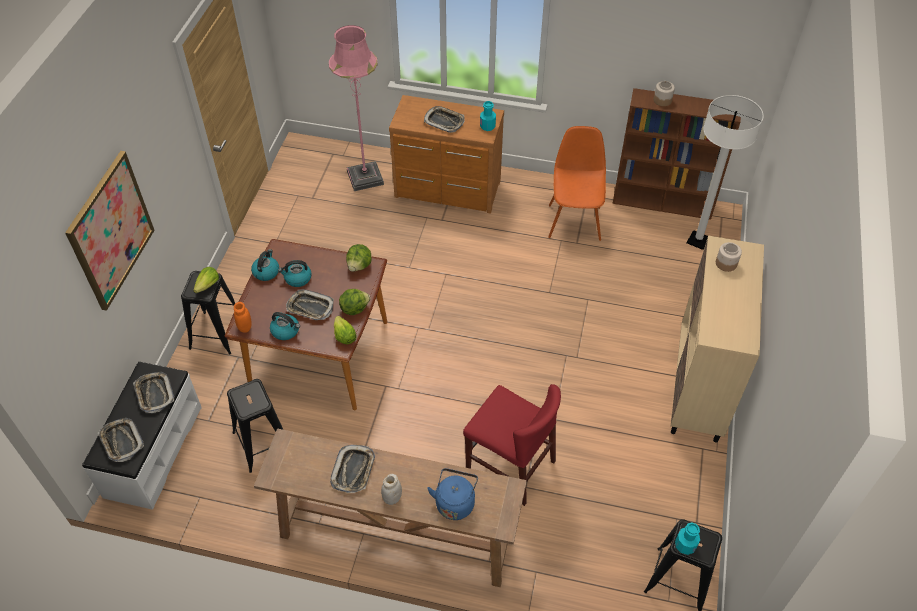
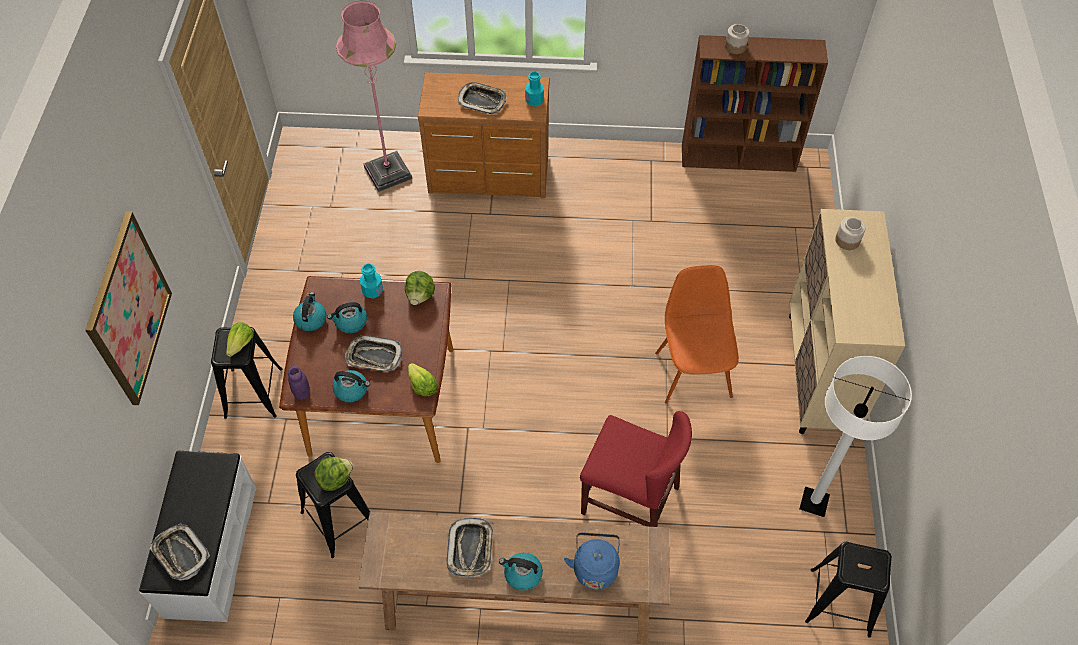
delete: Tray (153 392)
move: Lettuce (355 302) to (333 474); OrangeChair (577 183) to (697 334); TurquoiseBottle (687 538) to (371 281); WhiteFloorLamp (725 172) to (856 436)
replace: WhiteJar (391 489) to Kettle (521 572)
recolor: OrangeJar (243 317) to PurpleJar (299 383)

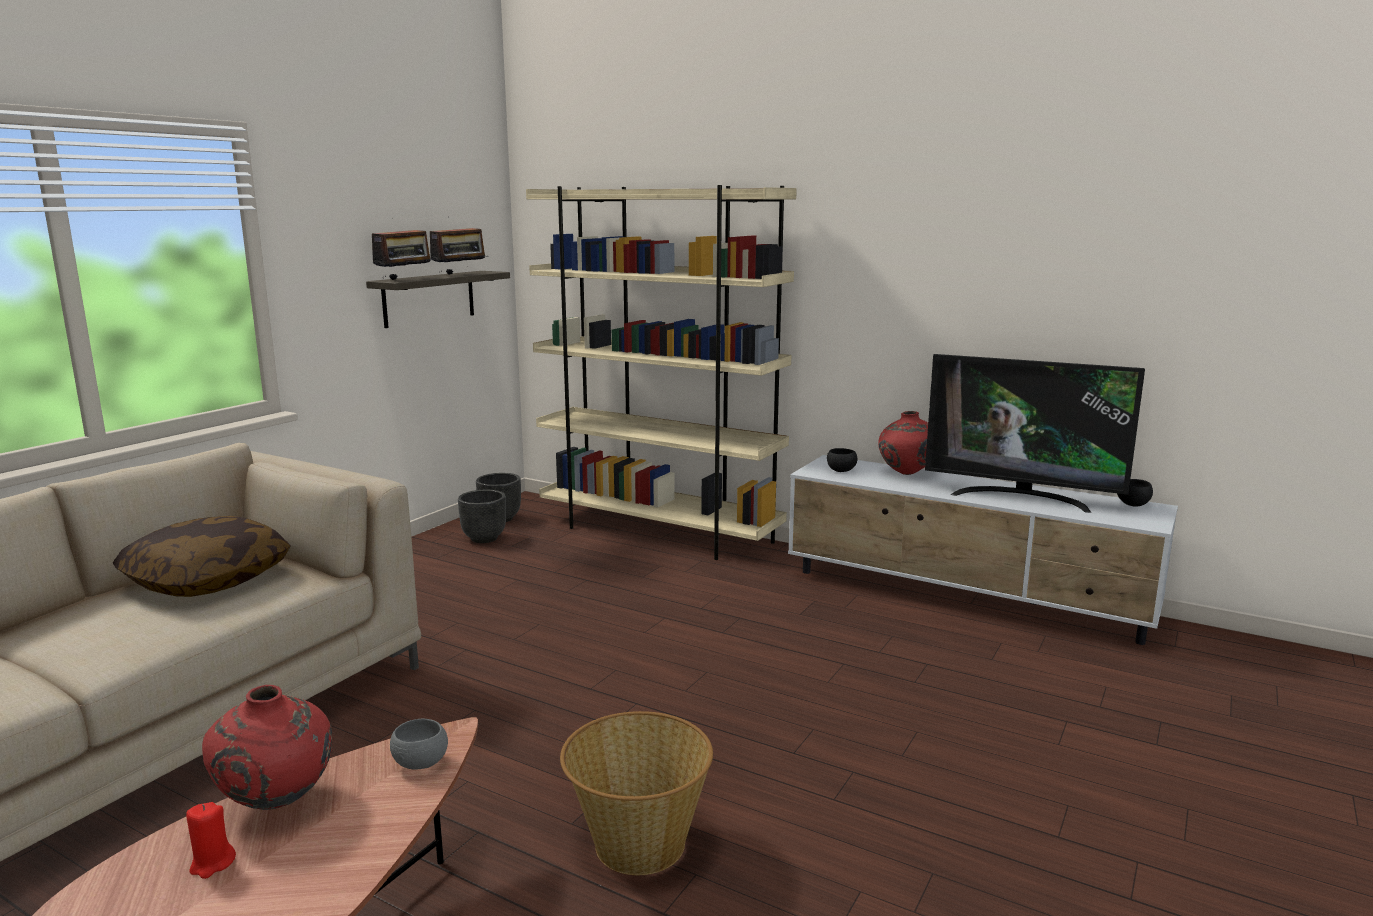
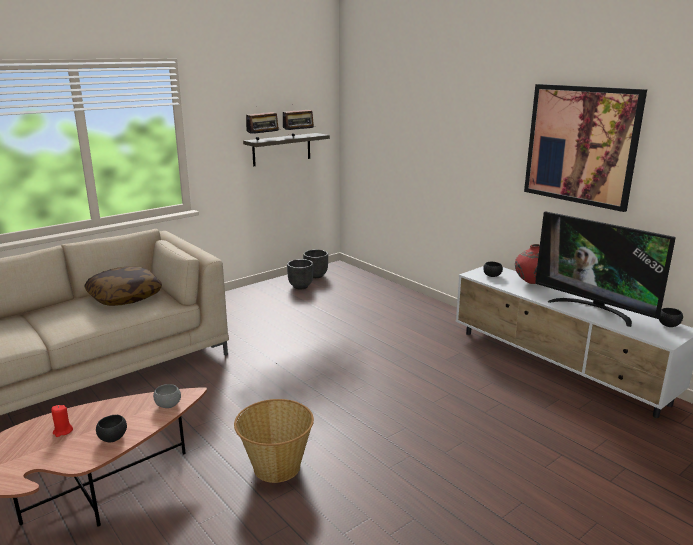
delete: RedVase (267 747); BeigeBookcase (661 372)
insert: BlackBowl (111 428); Picture (585 148)

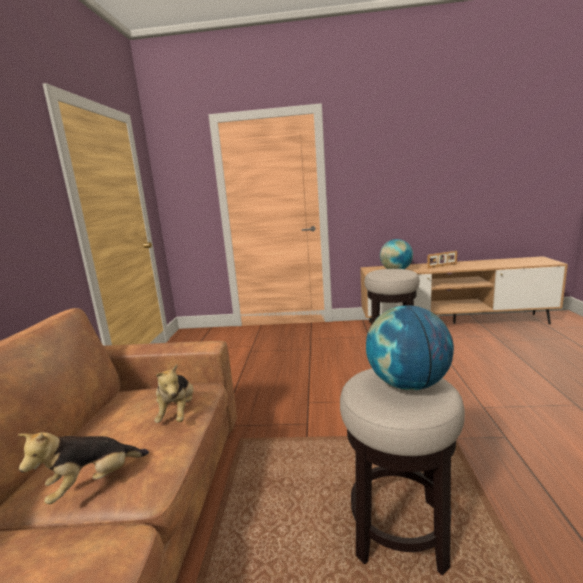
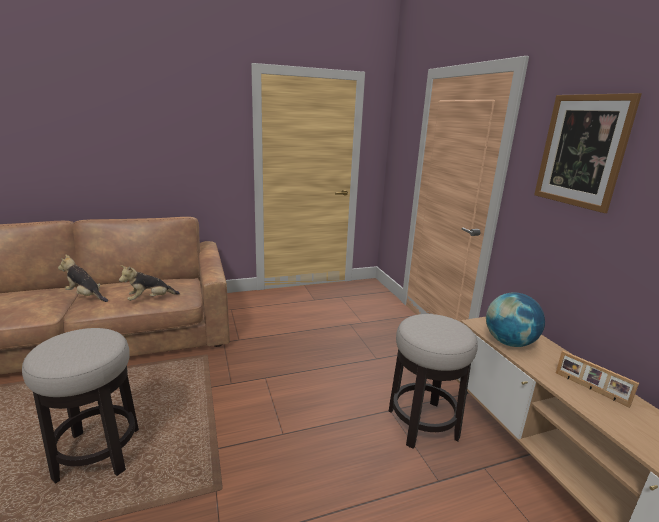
delete: Globe (410 347)
insert: Picture (588 153)

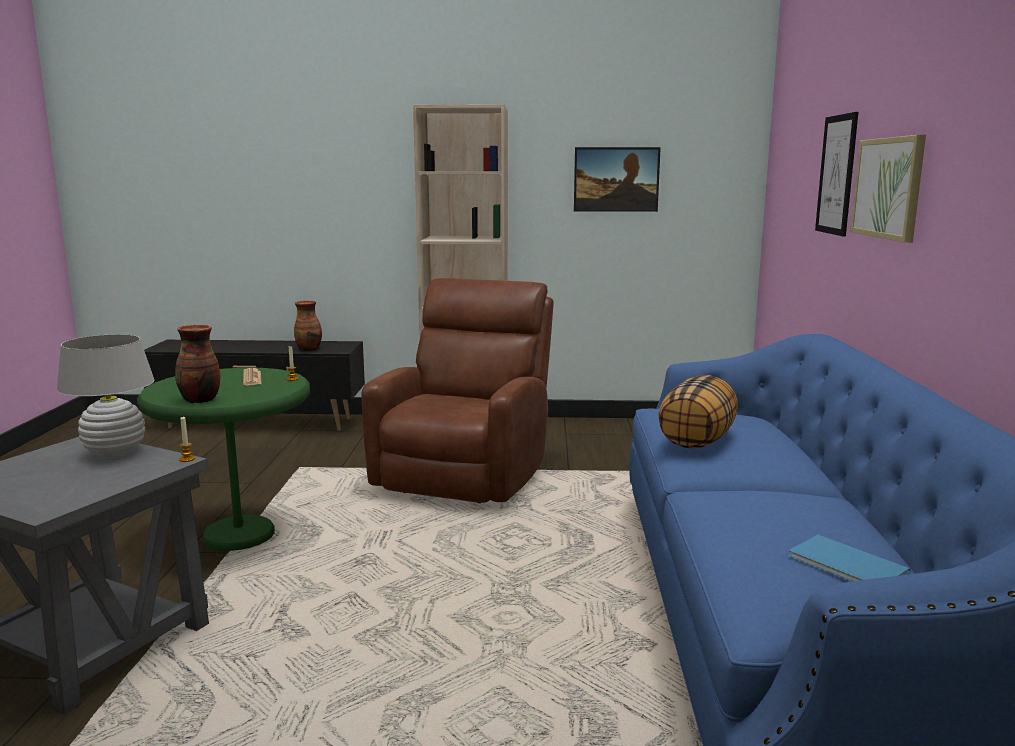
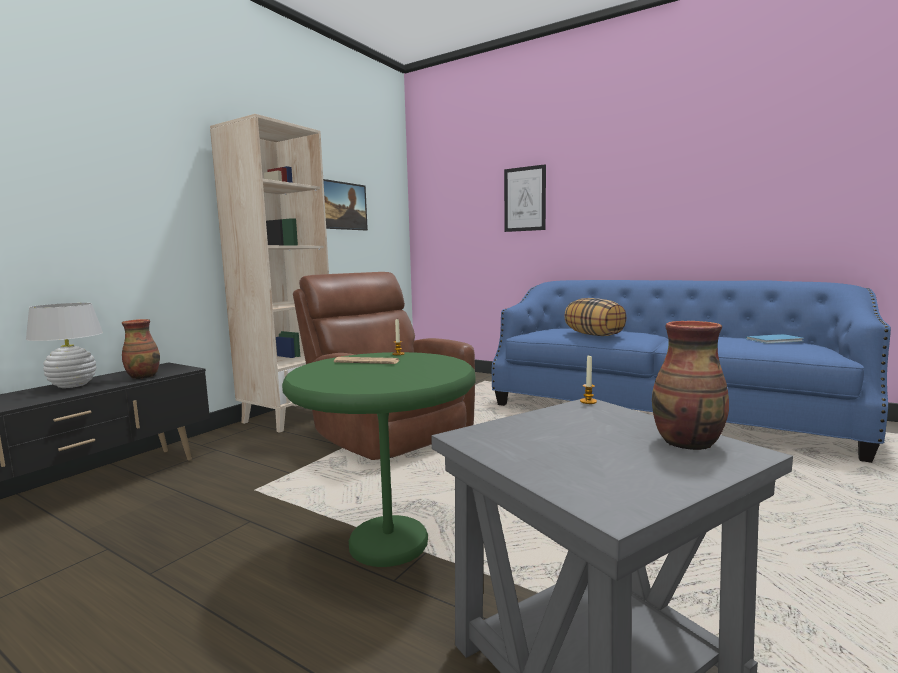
delete: Picture (888 189)
move: WhiteTableLamp (106 396) to (64 345); Vase (197 364) to (690 385)

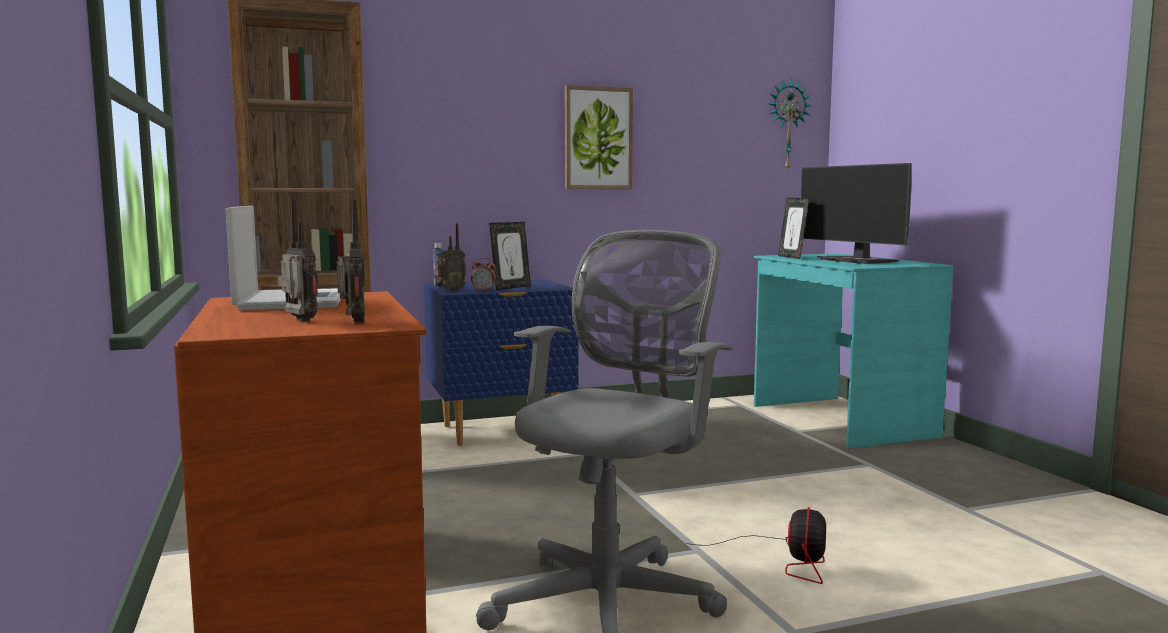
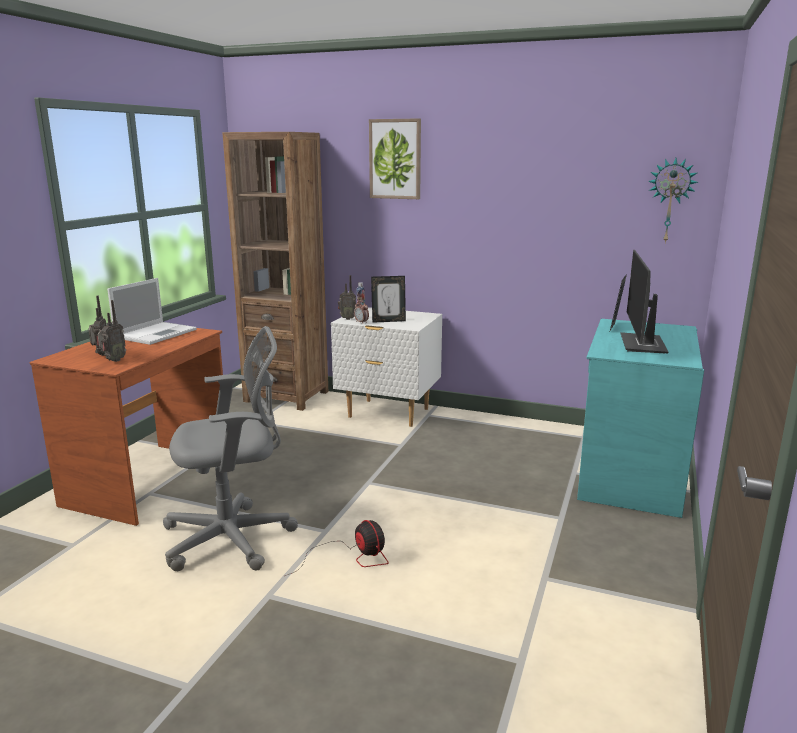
move: Picture (599 137) to (395 159)
recolor: BlueNightstand (501 363) to WhiteNightstand (386 367)
rotate: Fan (756 545) = (337 548) 90 degrees counterclockwise

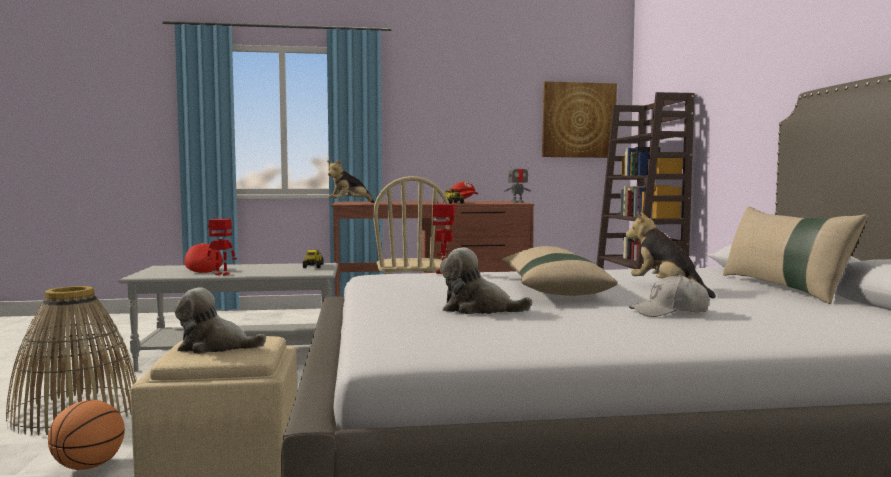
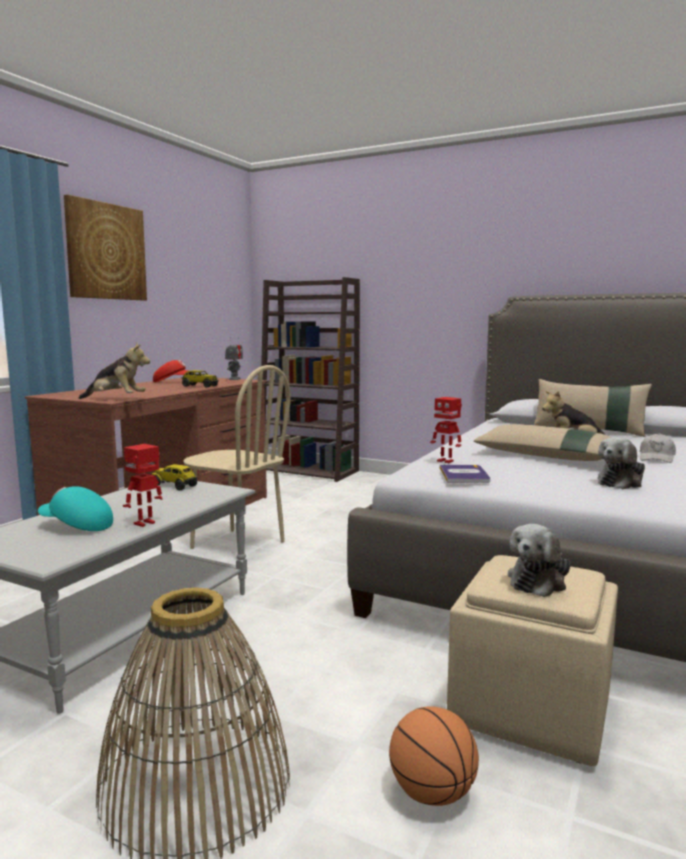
insert: Book (465 474)
move: Picture (579 119) to (105 247)
recolor: RedCap (203 258) to TurquoiseCap (75 508)
rotate: PlushToy (351 181) = (114 371) 75 degrees counterclockwise

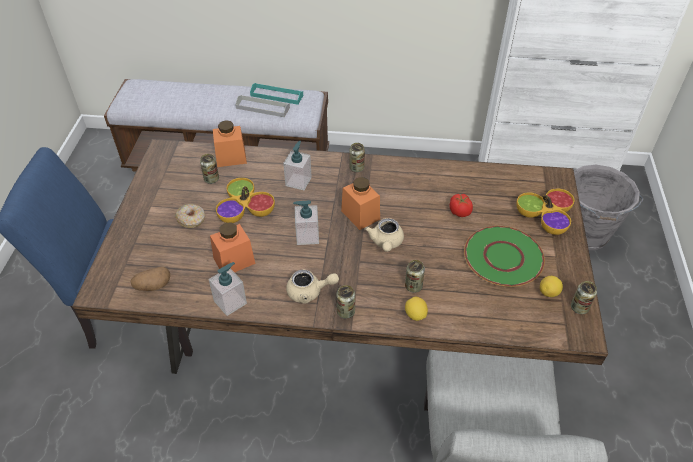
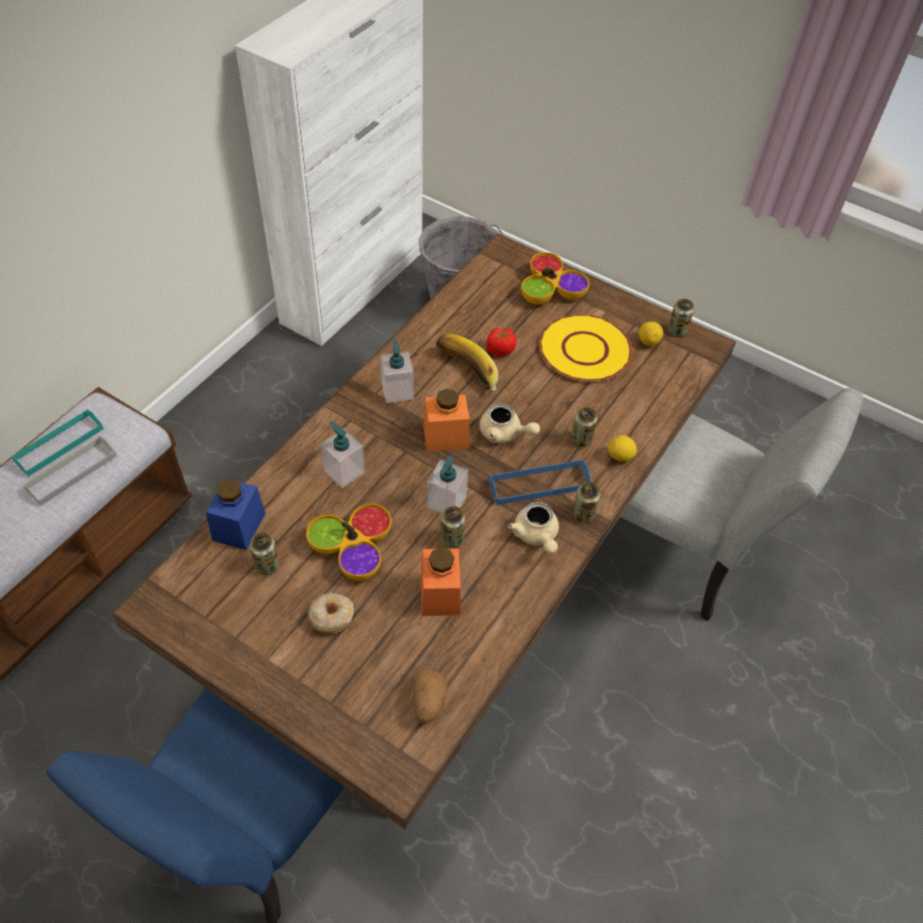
insert: Banana (467 362); BlueTray (540 482)
move: SoapDispenser (228 289) to (397 370); Can (357 157) to (453 527)
recolor: OrangeJar (230 143) to BlueJar (235 514); GreenPlate (504 256) to YellowPlate (585 348)
rotate: BeigeTeapot (312 287) = (533 528) 135 degrees clockwise

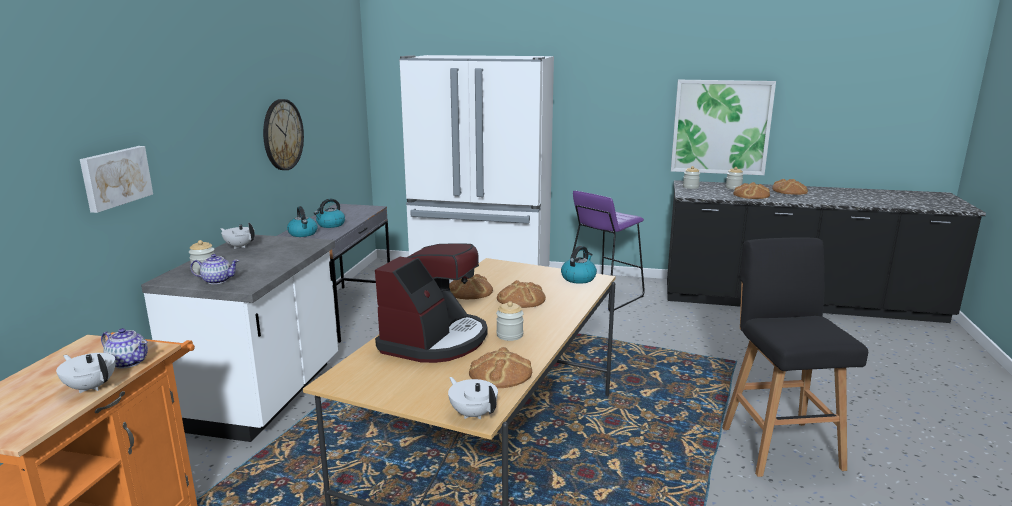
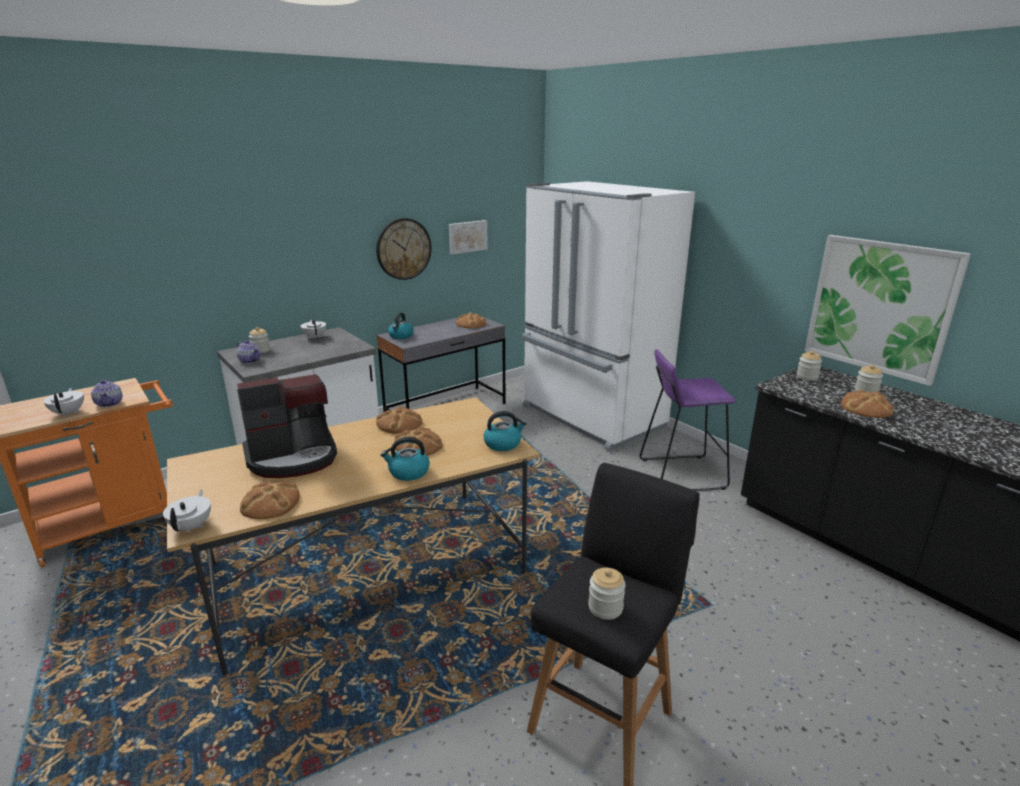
move: Picture (116 179) to (468 237); Kettle (329 213) to (405 459); Jar (510 321) to (607 594); Bread (790 187) to (471 320)

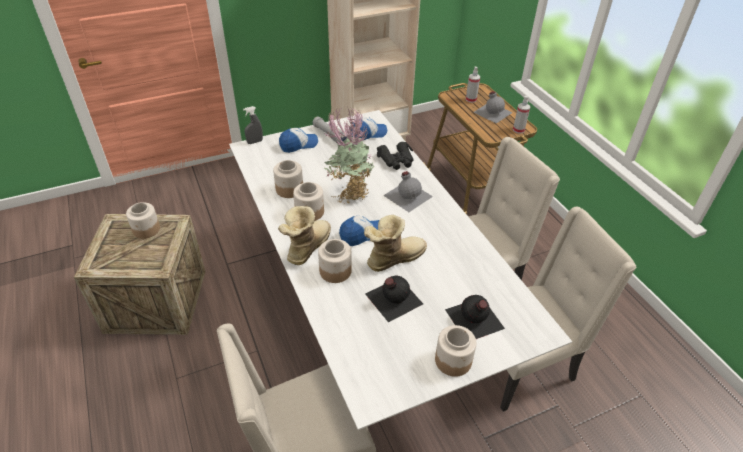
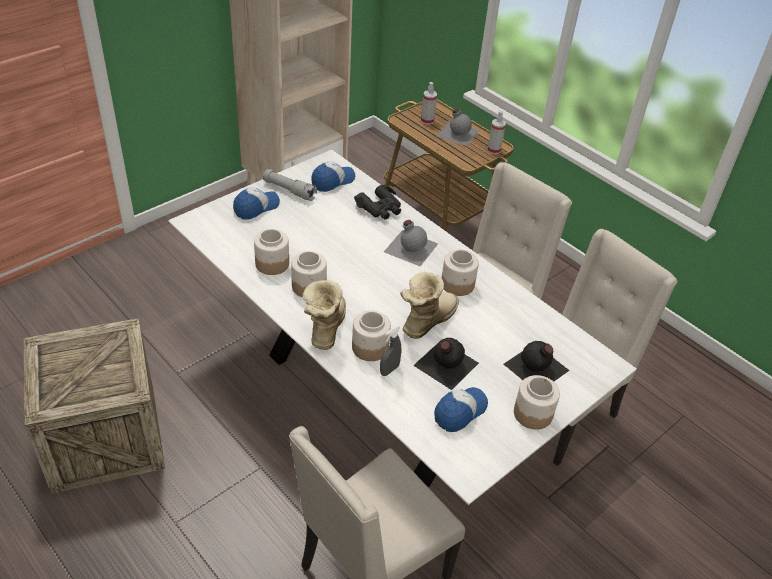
delete: PottedPlant (349 156)
move: Jar (143 220) to (460 273); GreySprayBottle (253 125) to (391 350); Cap (359 231) to (461 409)

